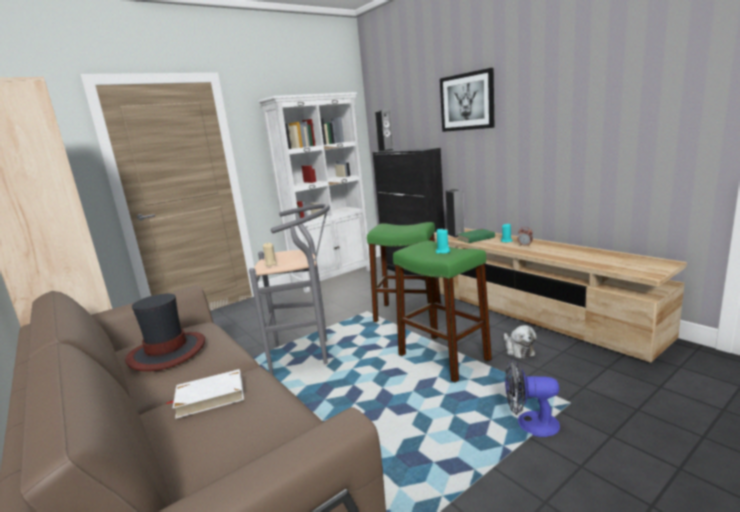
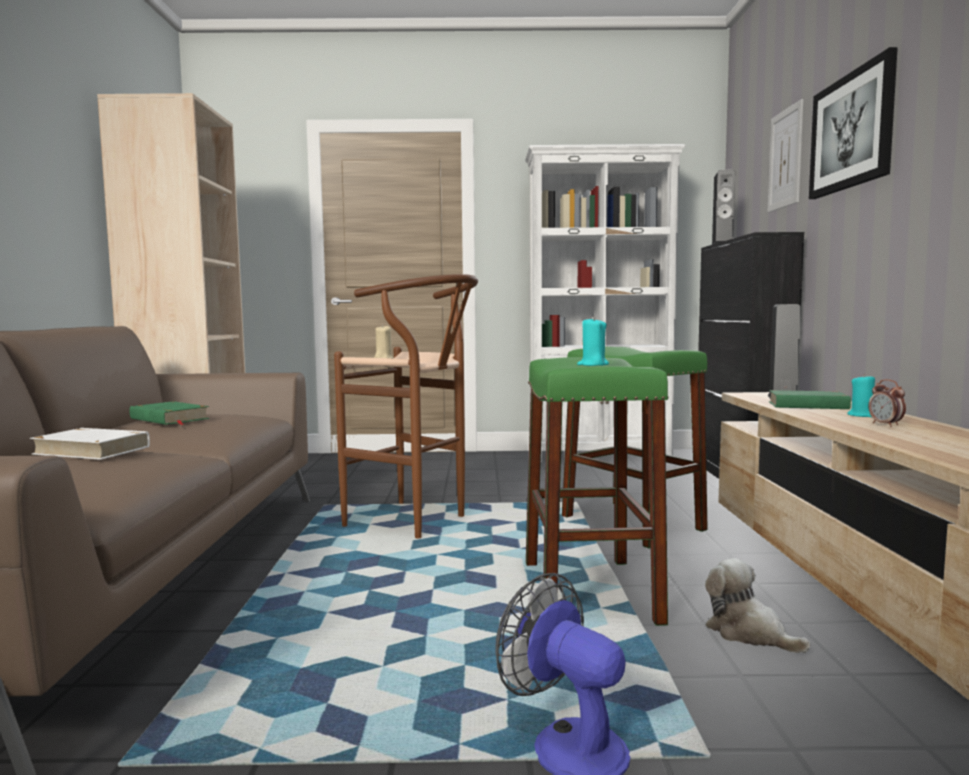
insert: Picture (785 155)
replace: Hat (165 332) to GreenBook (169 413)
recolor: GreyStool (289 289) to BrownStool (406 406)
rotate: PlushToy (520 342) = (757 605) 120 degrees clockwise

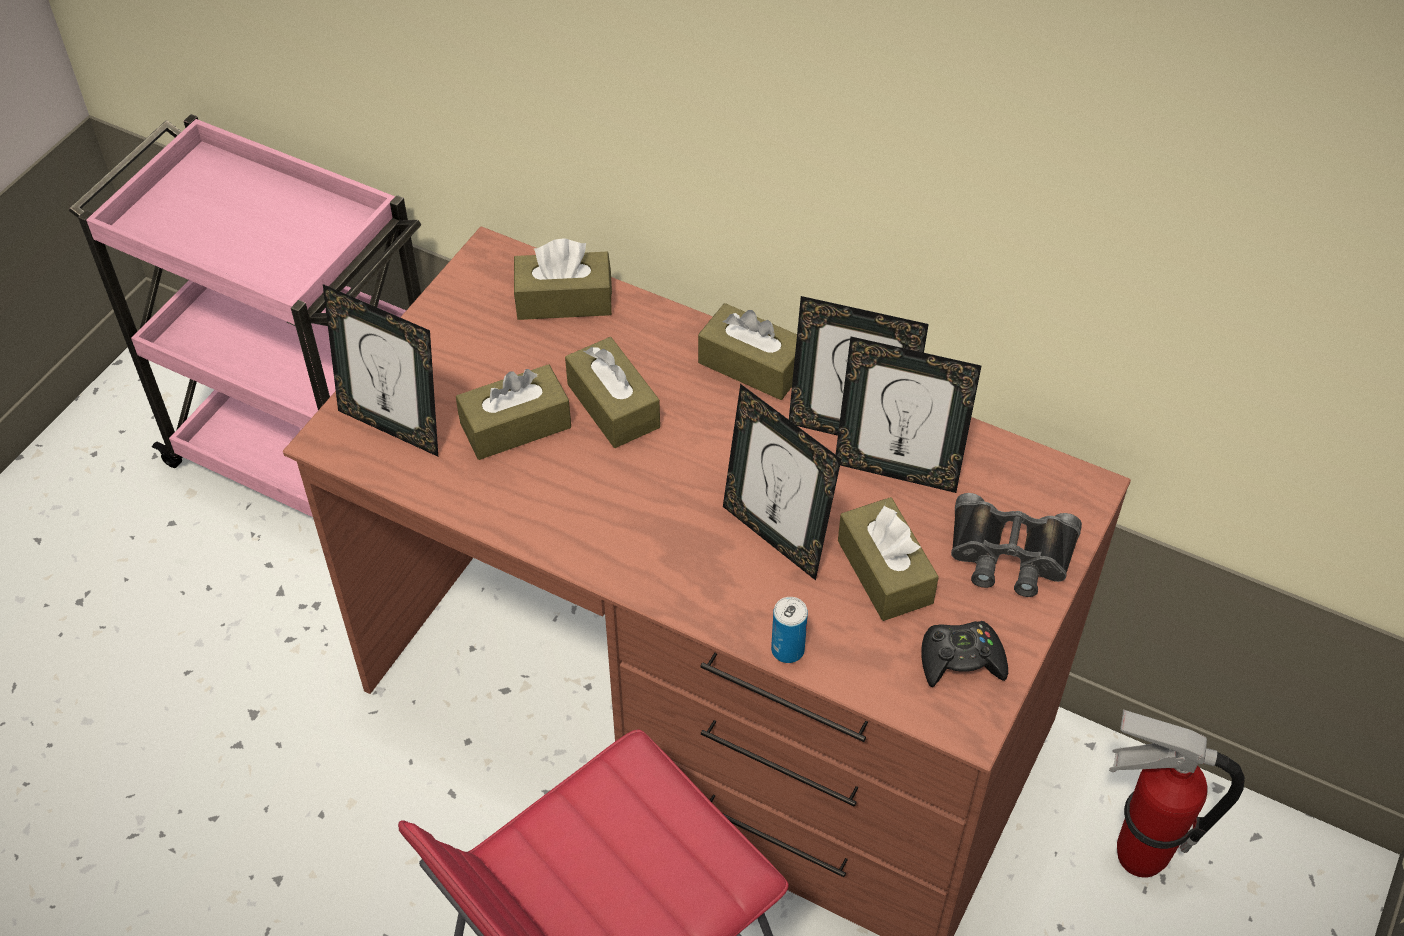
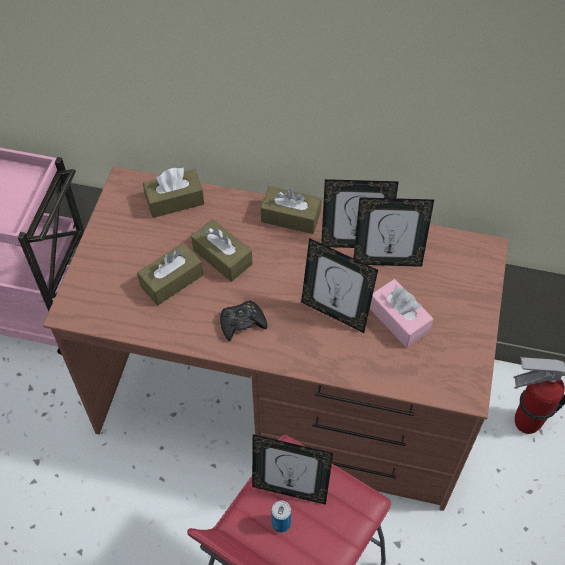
delete: BlackBinoculars (1016 545)
move: PictureFrame (380 370) to (292 469); Can (789 630) to (281 517); BlackGameController (964 654) to (243 320)
recolor: BrownTissueBox (888 559) to PinkTissueBox (401 313)

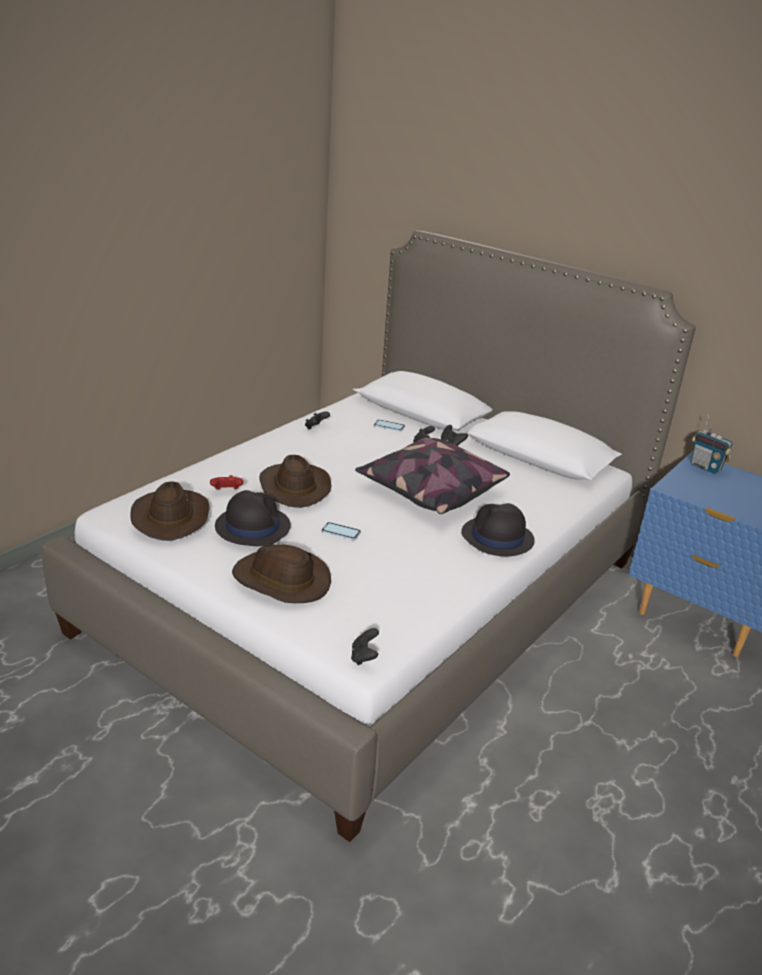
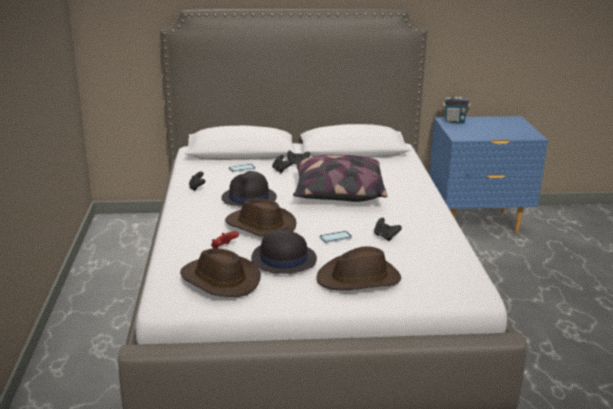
move: BlackGameController (365 646) to (388 229); BlackHat (498 529) to (249 189)

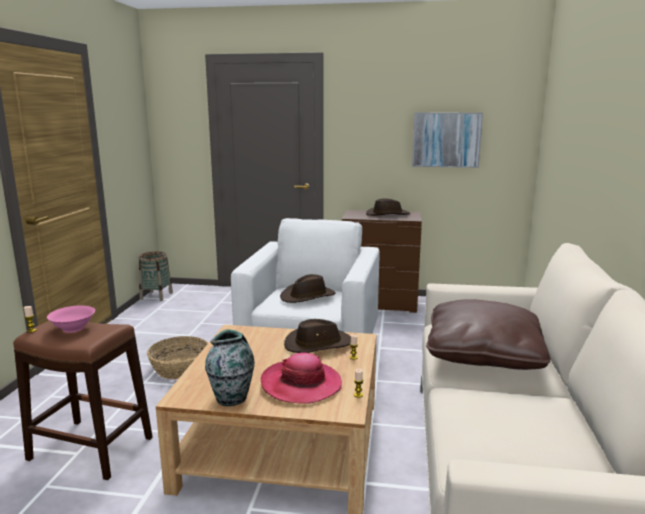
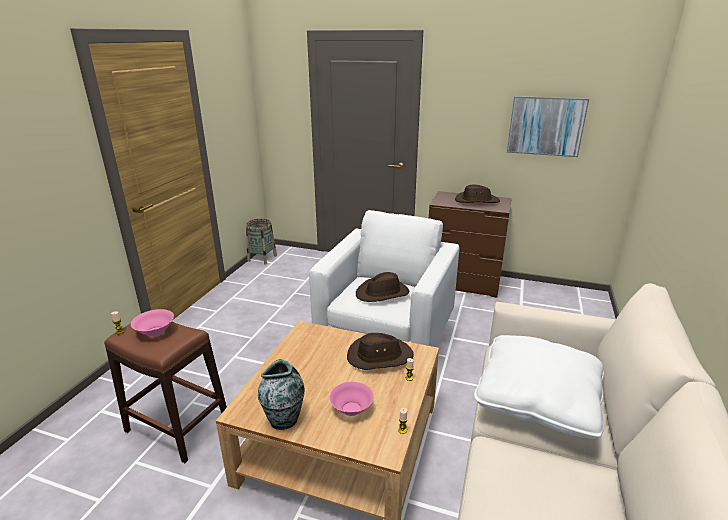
delete: Basket (177 357)
replace: Hat (301 378) to PinkBowl (352 399)
recolor: BrownPillow (488 335) to WhitePillow (539 387)

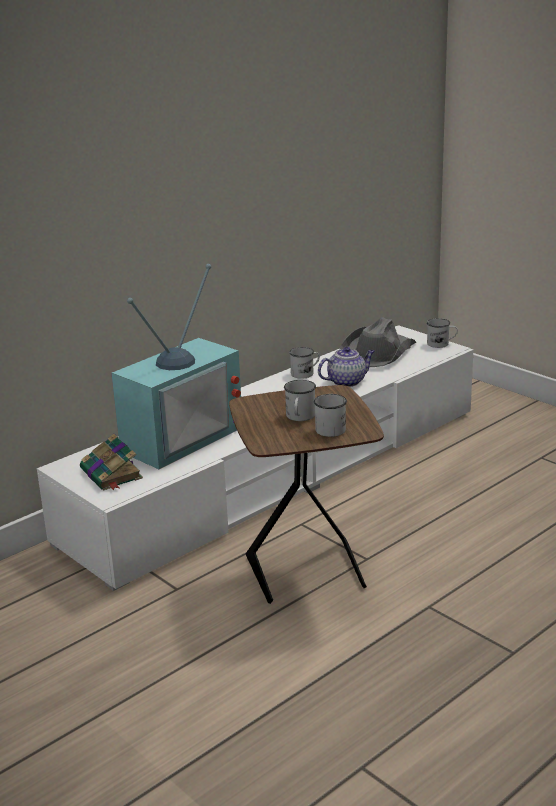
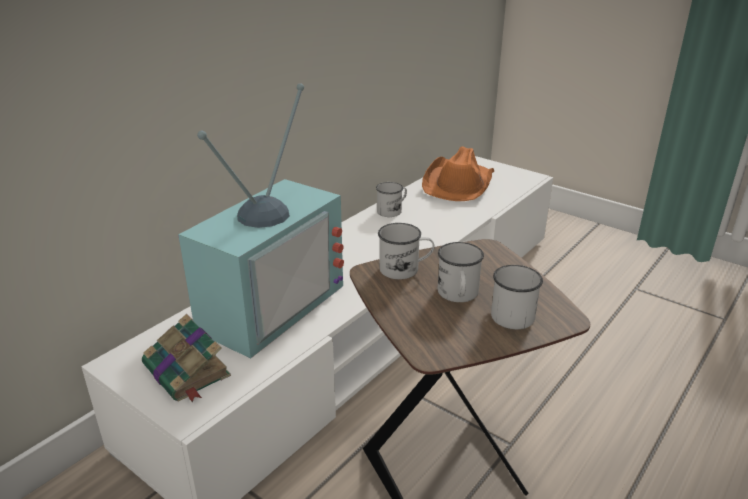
delete: Teapot (346 367)
move: WhiteMug (442 333) to (406 251)
recolor: GreyHat (378 342) to OrangeHat (458 173)

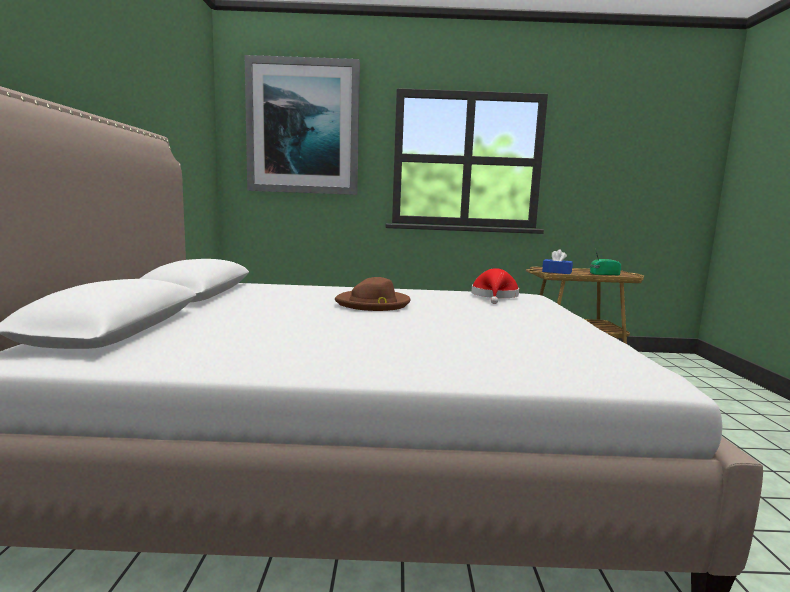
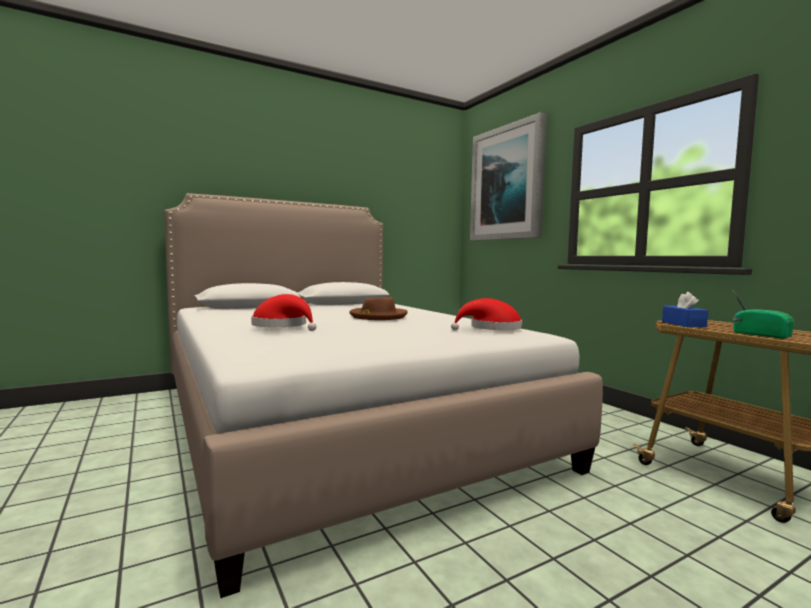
insert: RedHat (283 312)

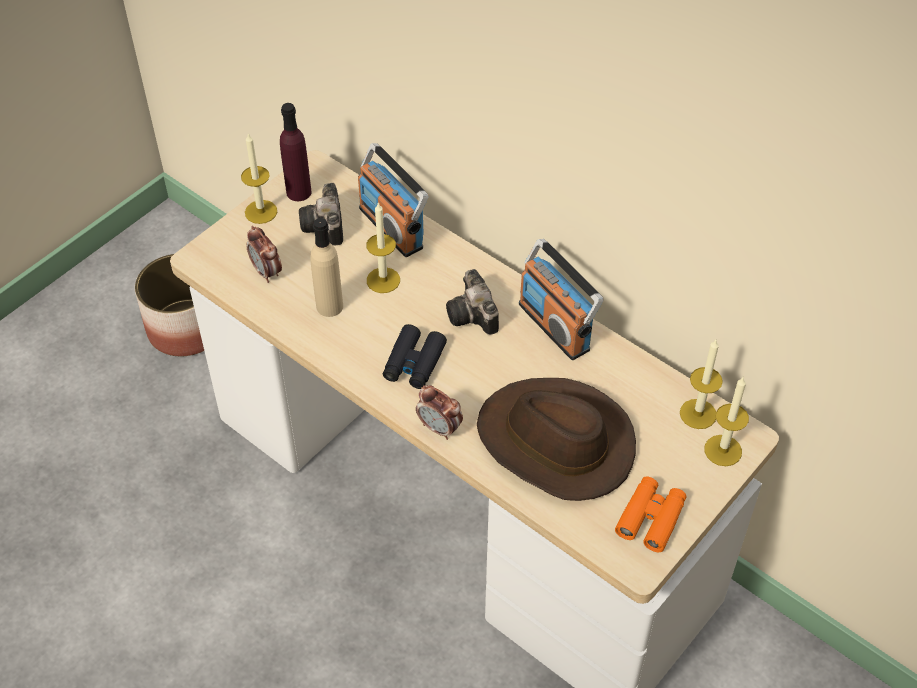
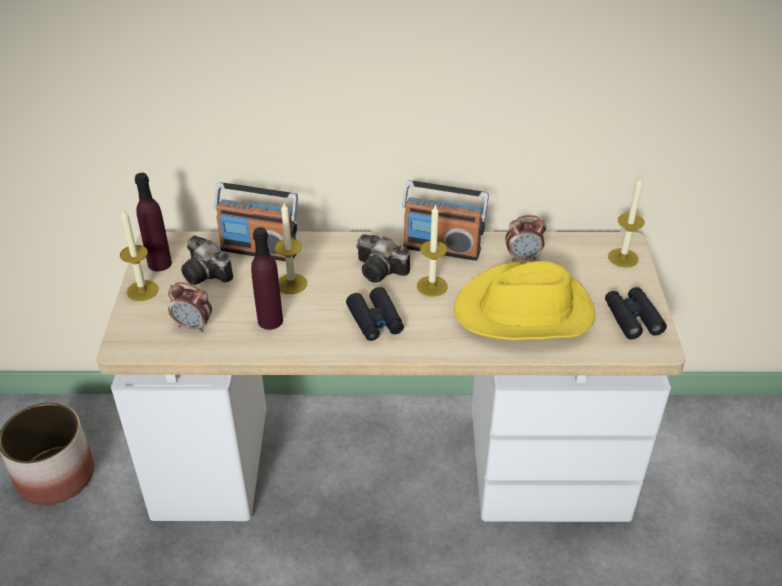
move: AlarmClock (439 412) to (525 238); Candle (701 384) to (432 250)
recolor: BeigeBottle (326 267) to PurpleBottle (267 278); BrownHat (556 439) to YellowHat (524 301); OrangeBinoculars (651 514) to BlackBinoculars (636 313)

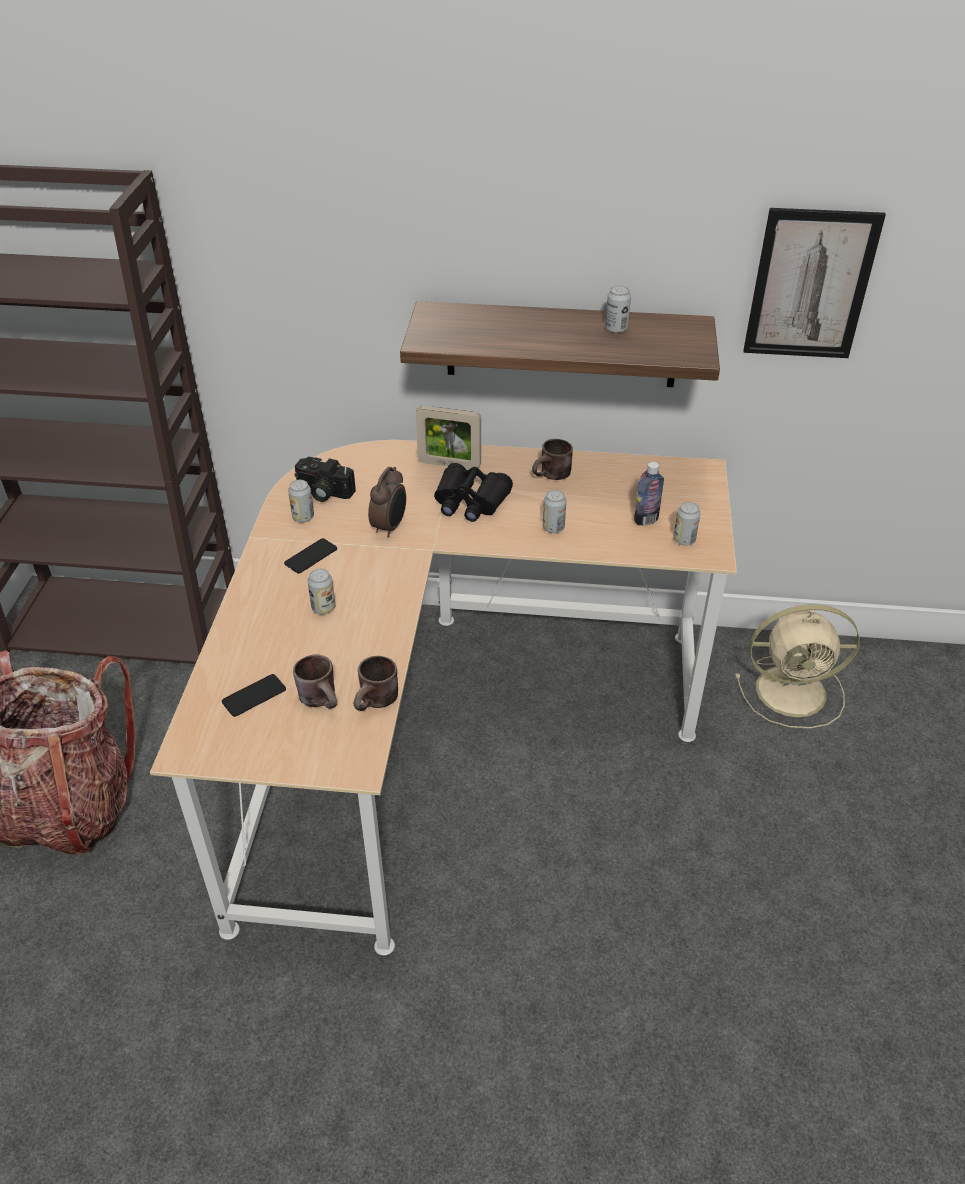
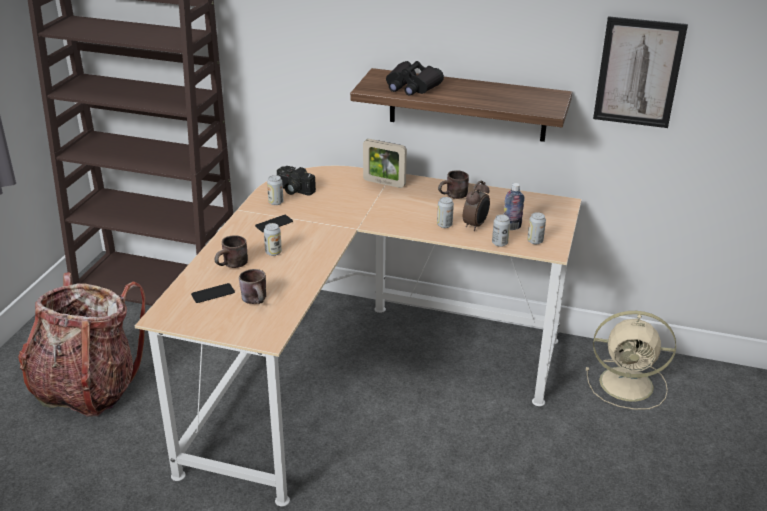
move: BrownMug (376 683) to (231 251); AlarmClock (387 502) to (476 206); BlackBinoculars (473 492) to (415 78); Can (618 309) to (501 230)

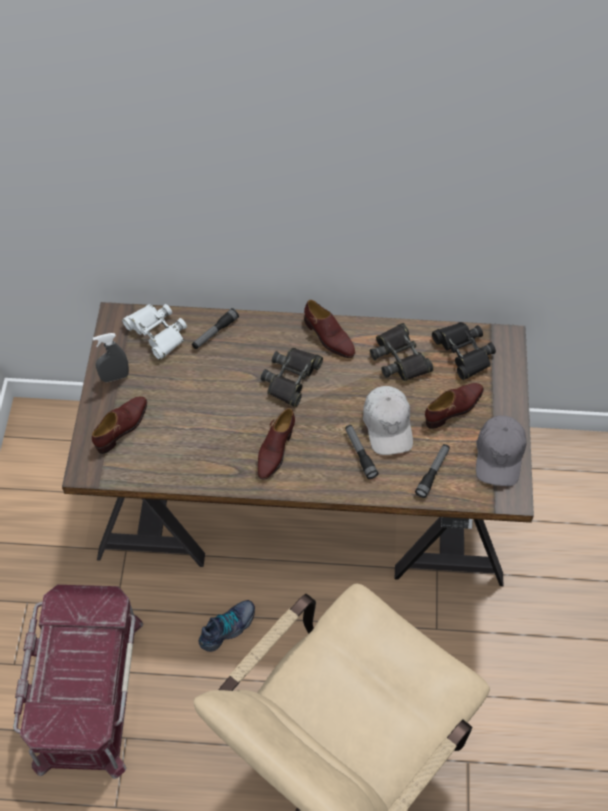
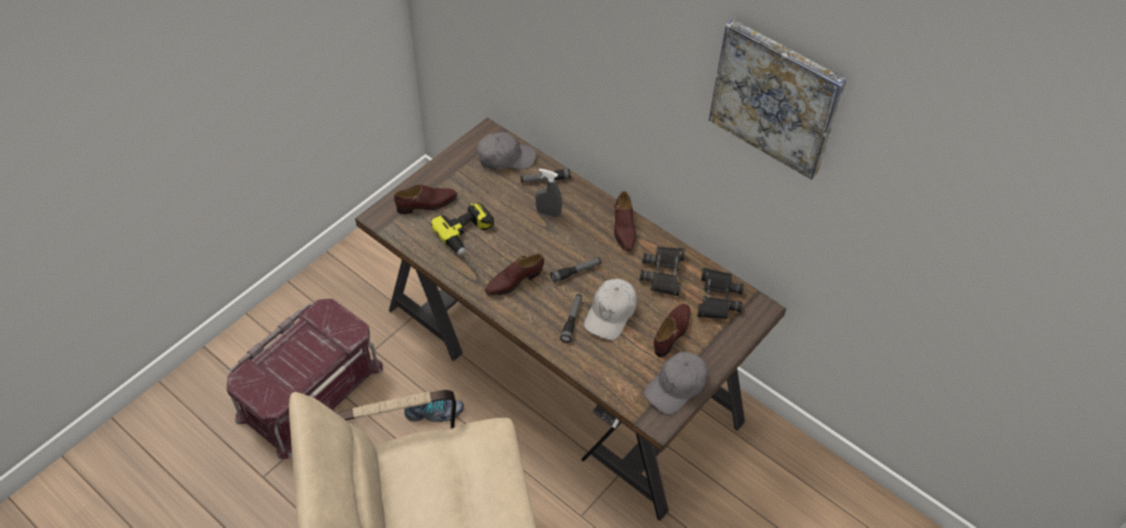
delete: BlackBinoculars (292 377)
insert: PowerDrill (462 236); Picture (778 99)
move: GreySprayBottle (111 357) to (548 193); Flashlight (432 471) to (575 270)
replace: WhiteBinoculars (154 332) to GreyCap (506 151)
rotate: BrownShoe (454 406) = (671 330) 60 degrees counterclockwise

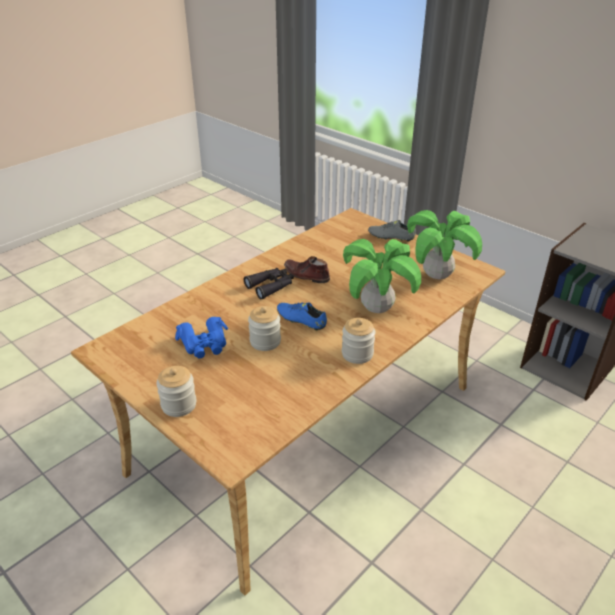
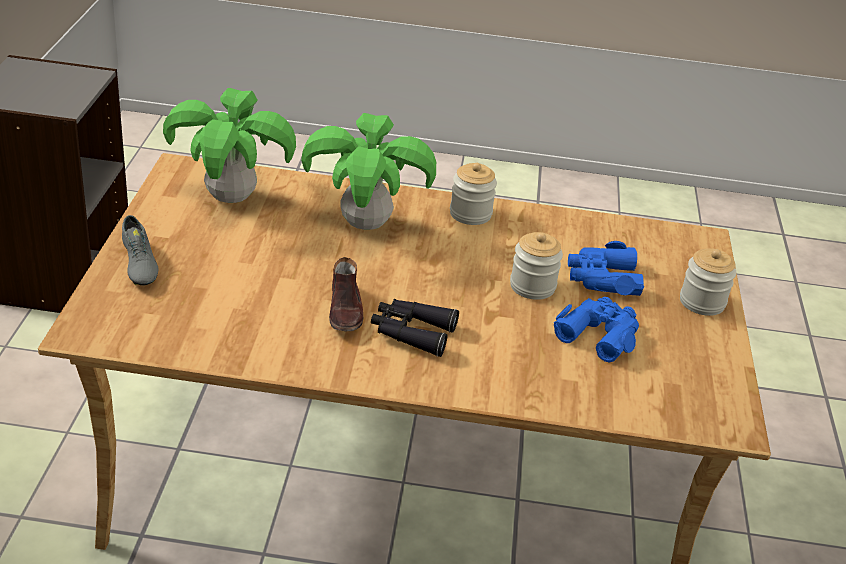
delete: BlueShoe (302 316)
insert: BlueBinoculars (606 268)

